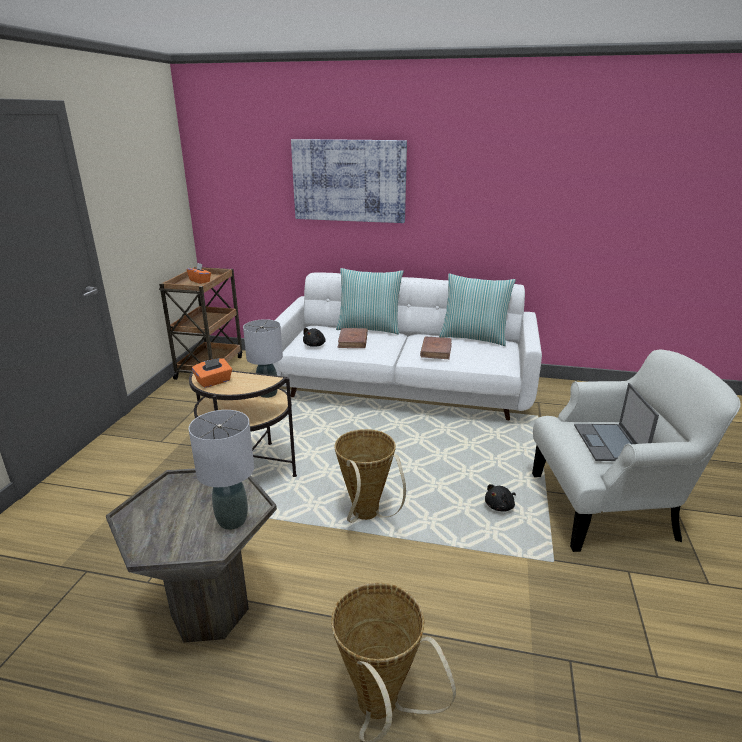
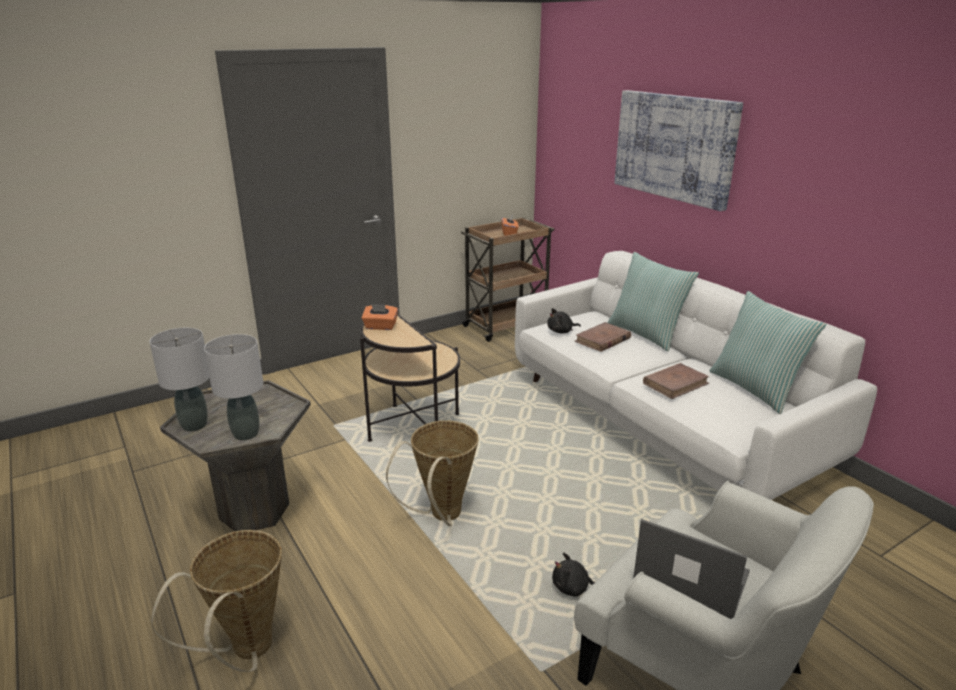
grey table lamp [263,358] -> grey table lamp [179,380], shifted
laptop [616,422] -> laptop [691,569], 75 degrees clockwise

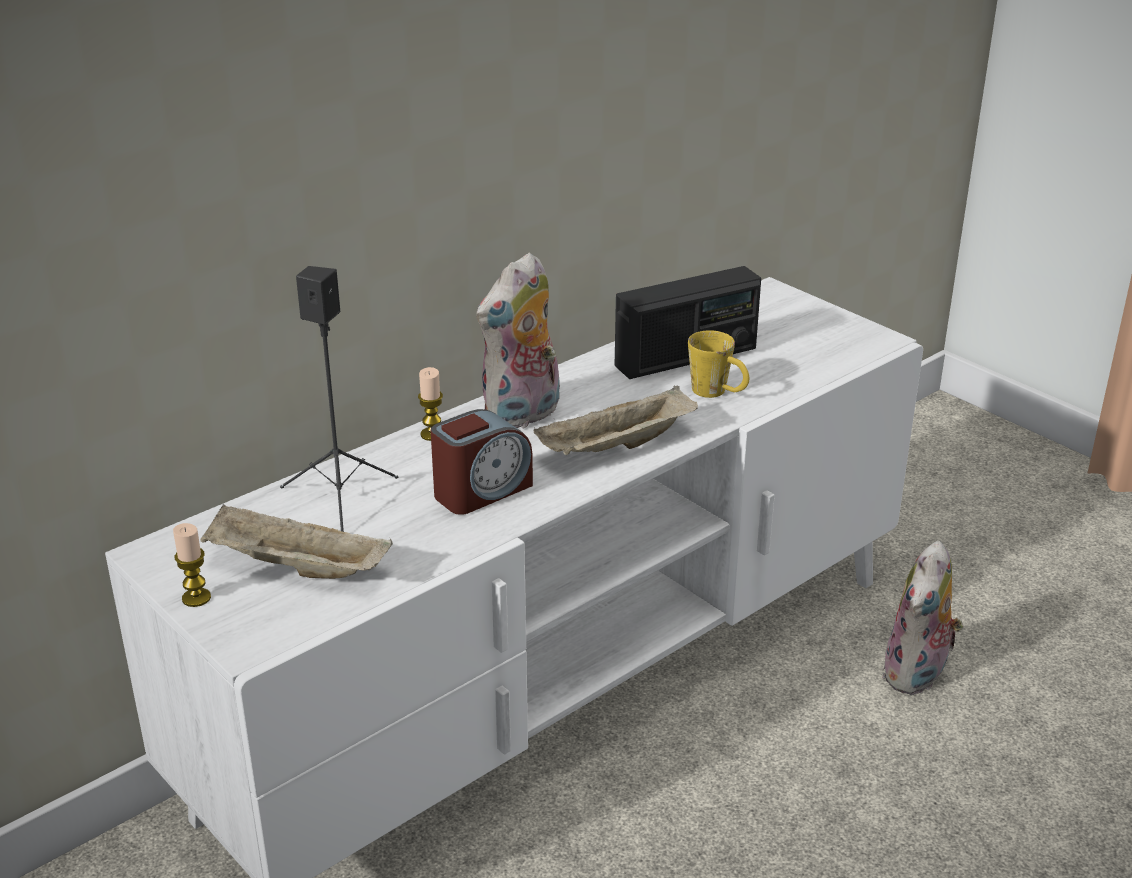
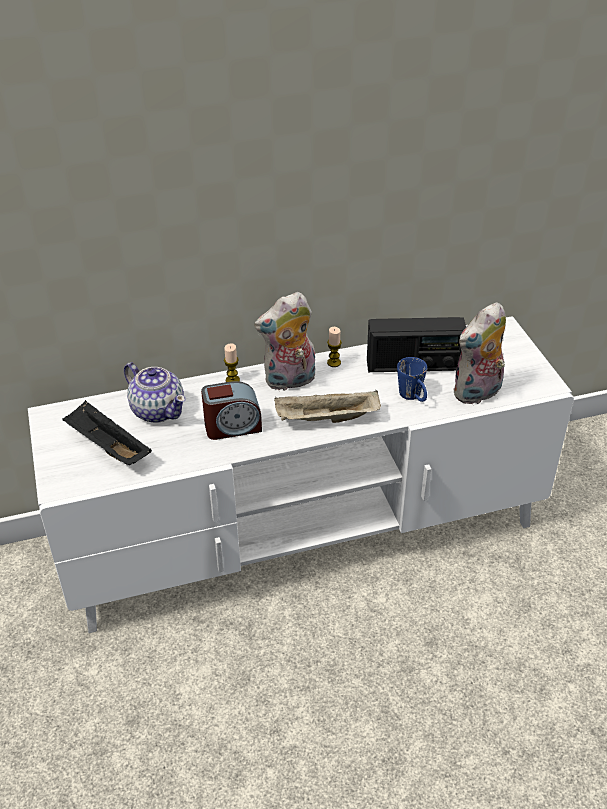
black speaker [339,399] -> teapot [155,392]
yellow mug [718,364] -> blue mug [412,379]
beige tray [296,541] -> black tray [107,432]
candle [192,565] -> candle [334,347], shifted
plush toy [923,618] -> plush toy [479,353], shifted

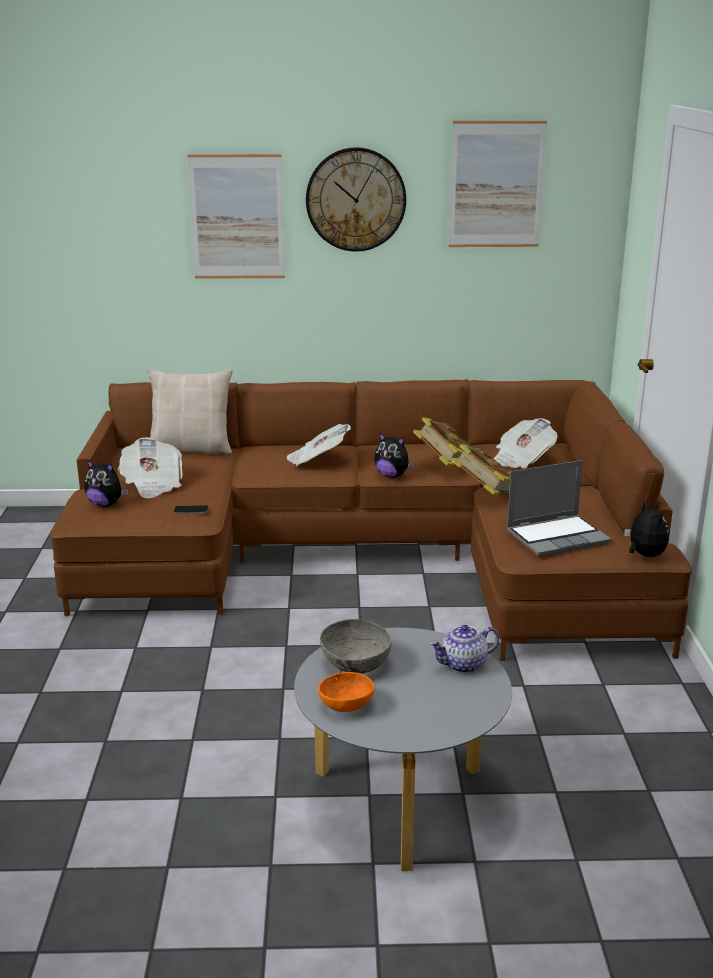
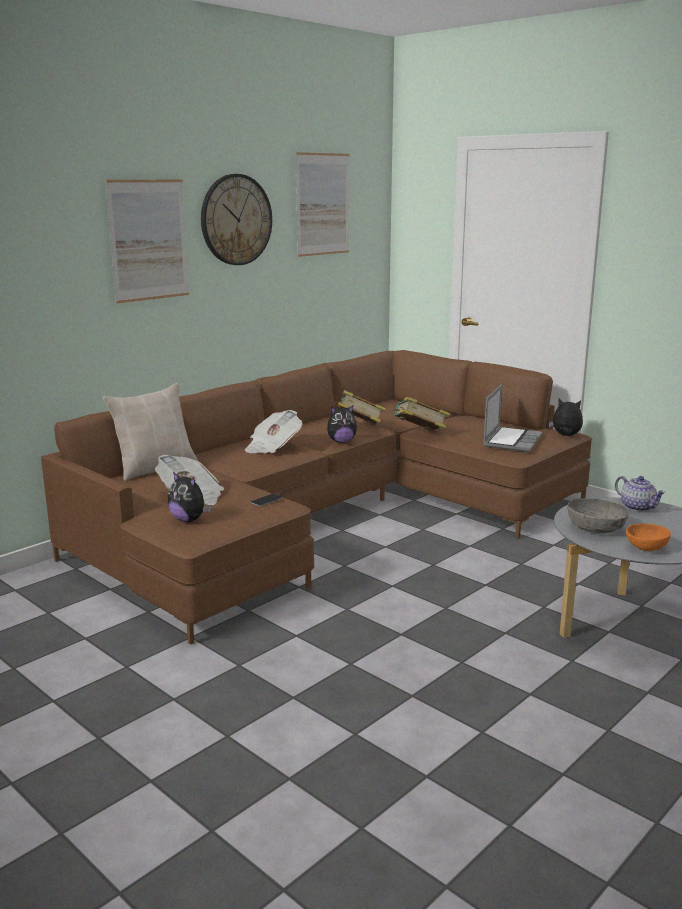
newspaper [526,443] -> none
plush toy [106,483] -> plush toy [189,497], 60 degrees clockwise
teapot [464,649] -> teapot [640,494], 60 degrees counterclockwise

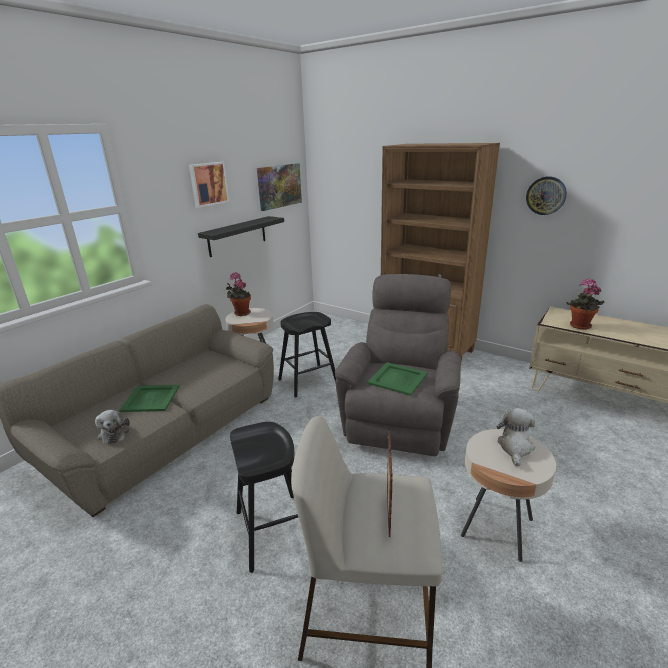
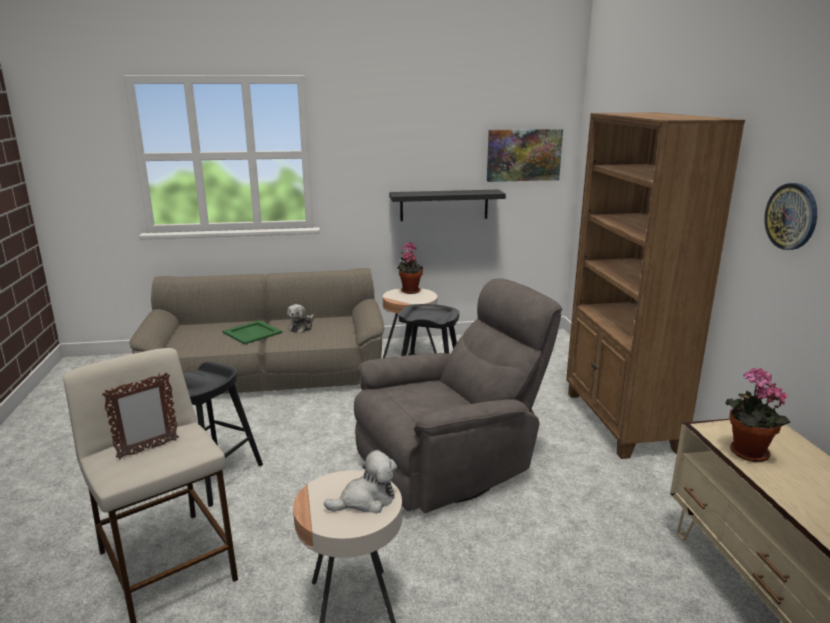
picture [209,185] -> none
green tray [398,379] -> none
plush toy [112,427] -> plush toy [300,318], shifted

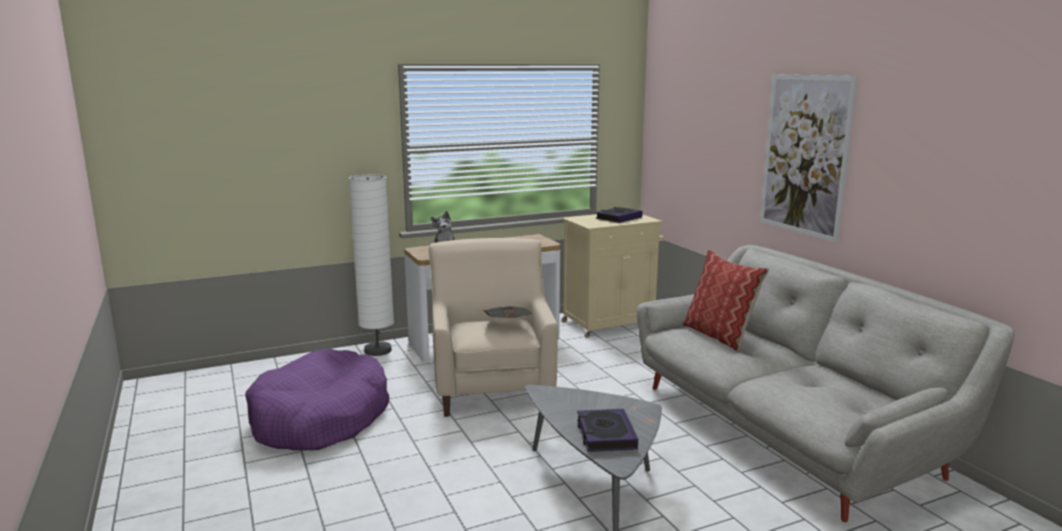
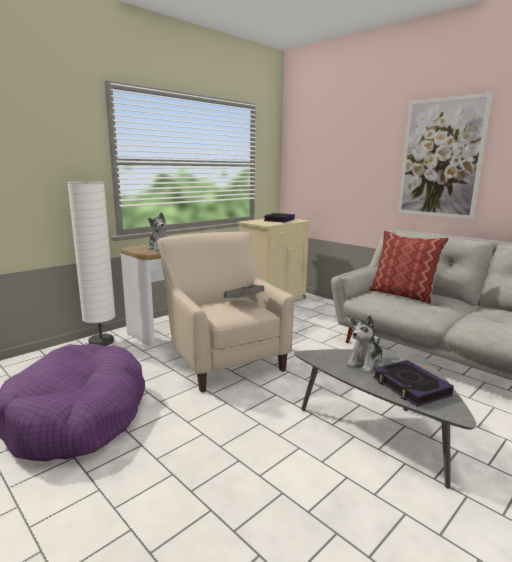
none -> plush toy [364,344]

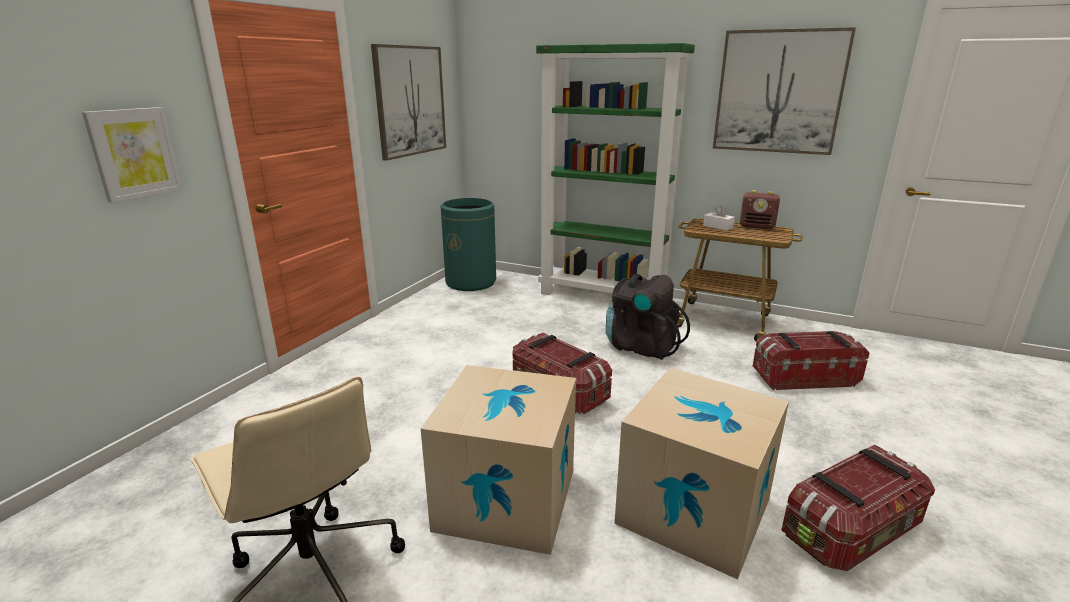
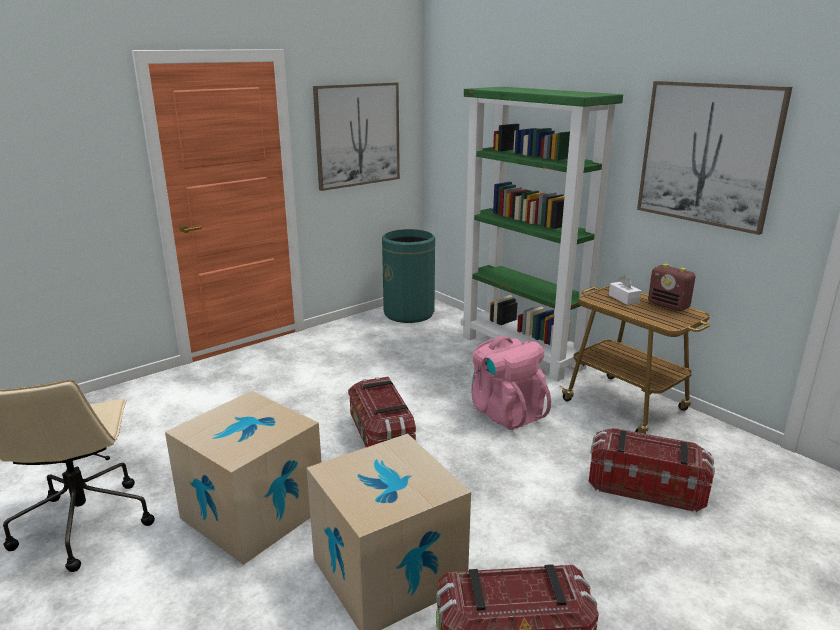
picture [132,155] -> none
black backpack [648,317] -> pink backpack [511,383]

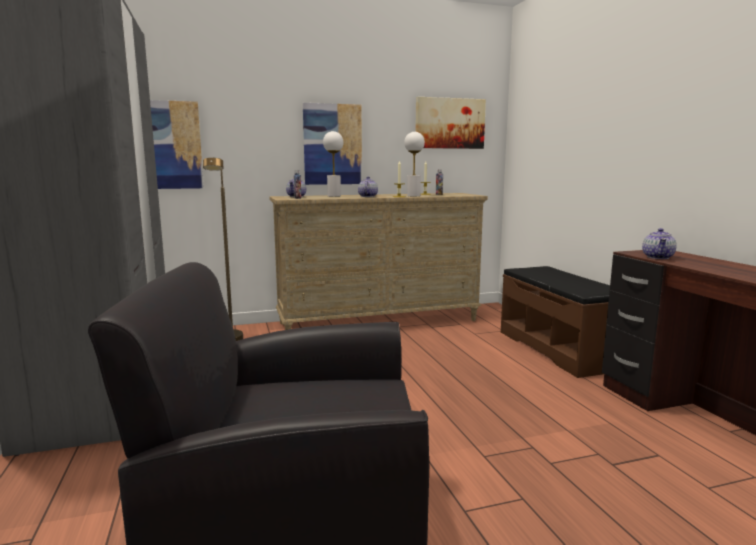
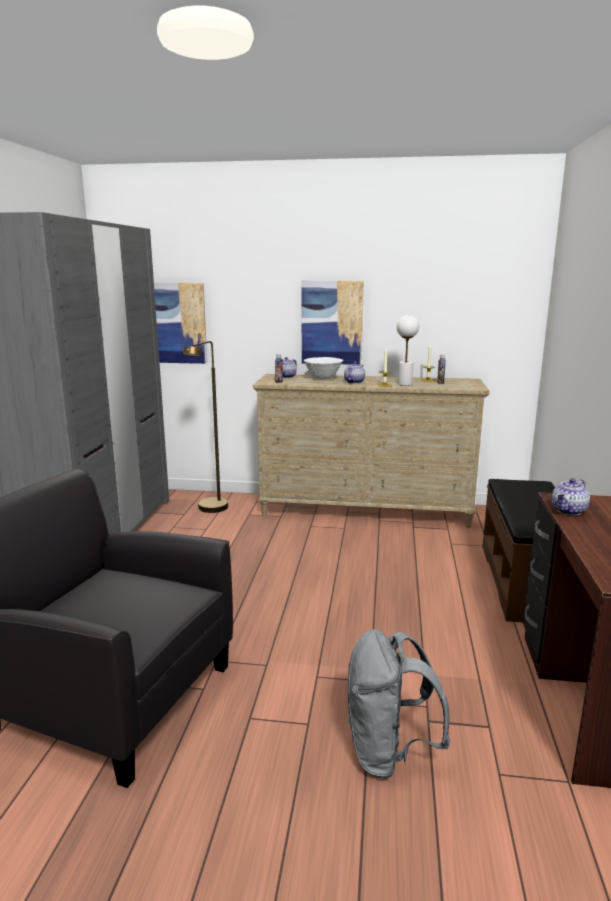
picture [450,123] -> none
white table lamp [333,164] -> white bowl [323,368]
none -> grey backpack [398,704]

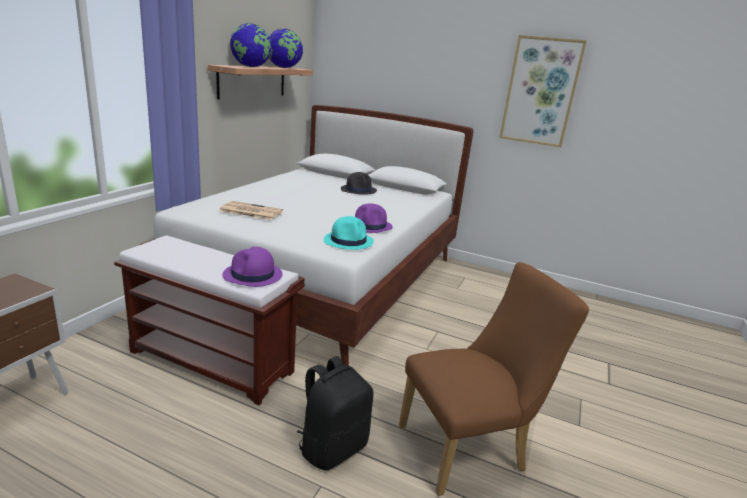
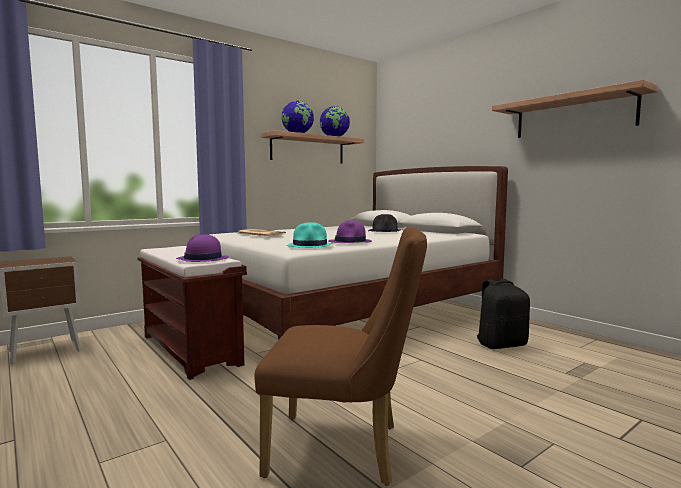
picture [543,91] -> shelf [575,109]
black backpack [335,413] -> black backpack [503,314], shifted

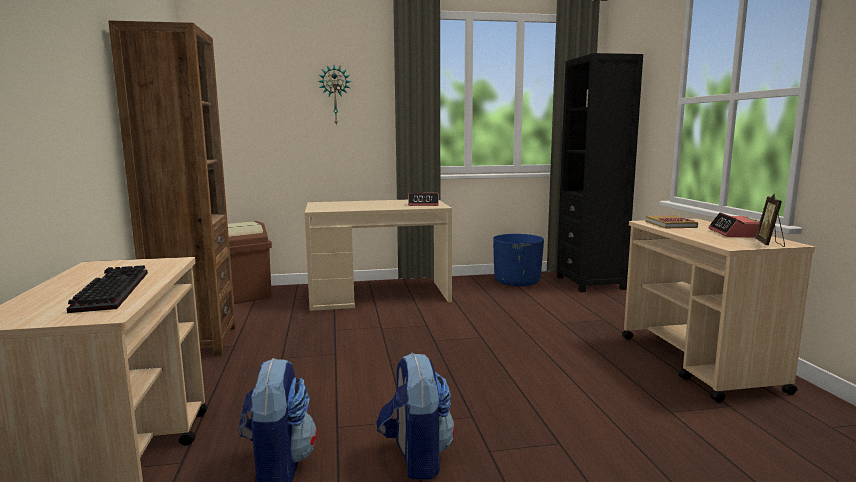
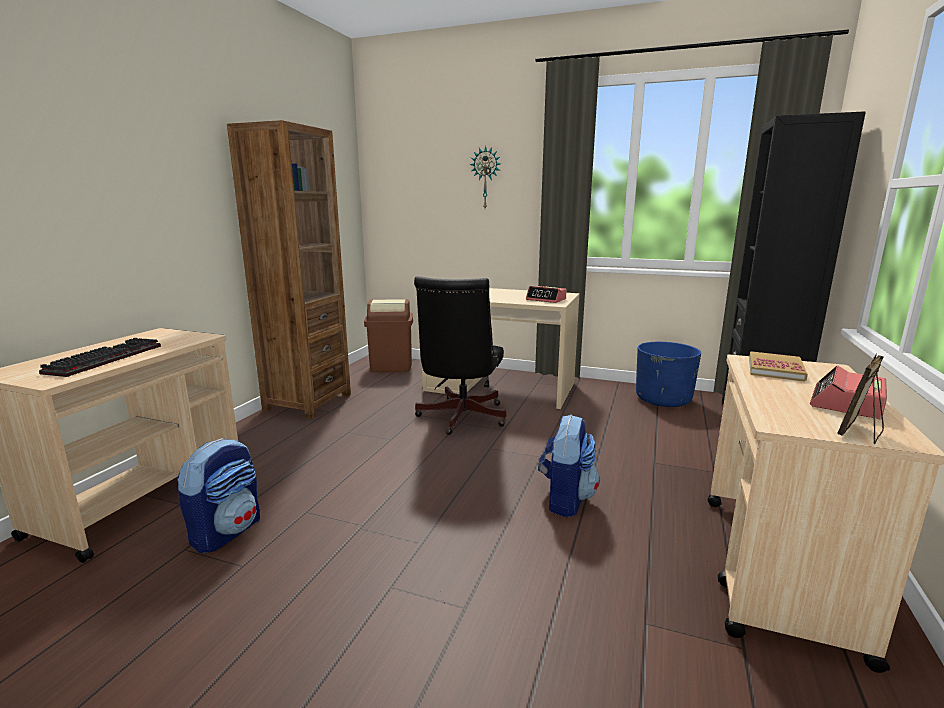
backpack [416,415] -> backpack [569,465], shifted
none -> black office chair [460,355]

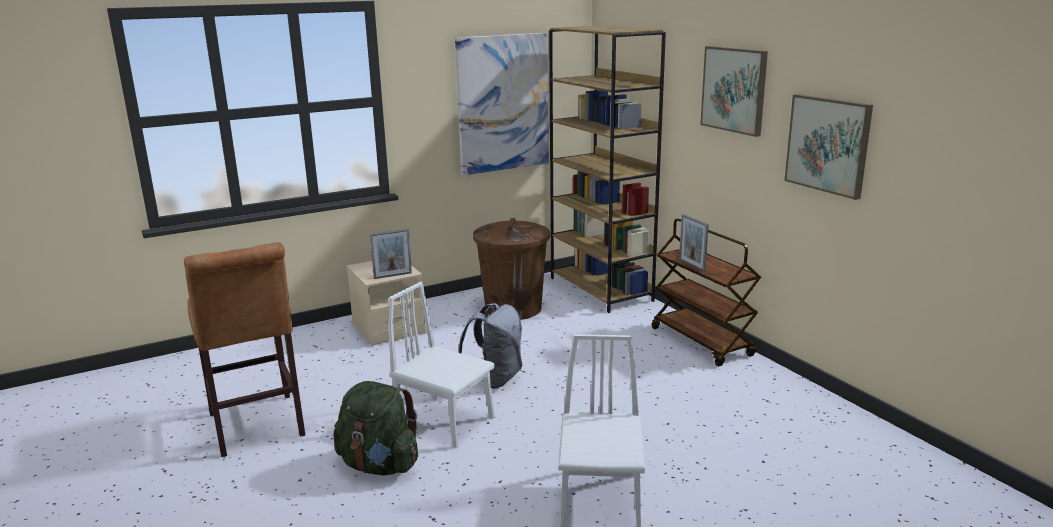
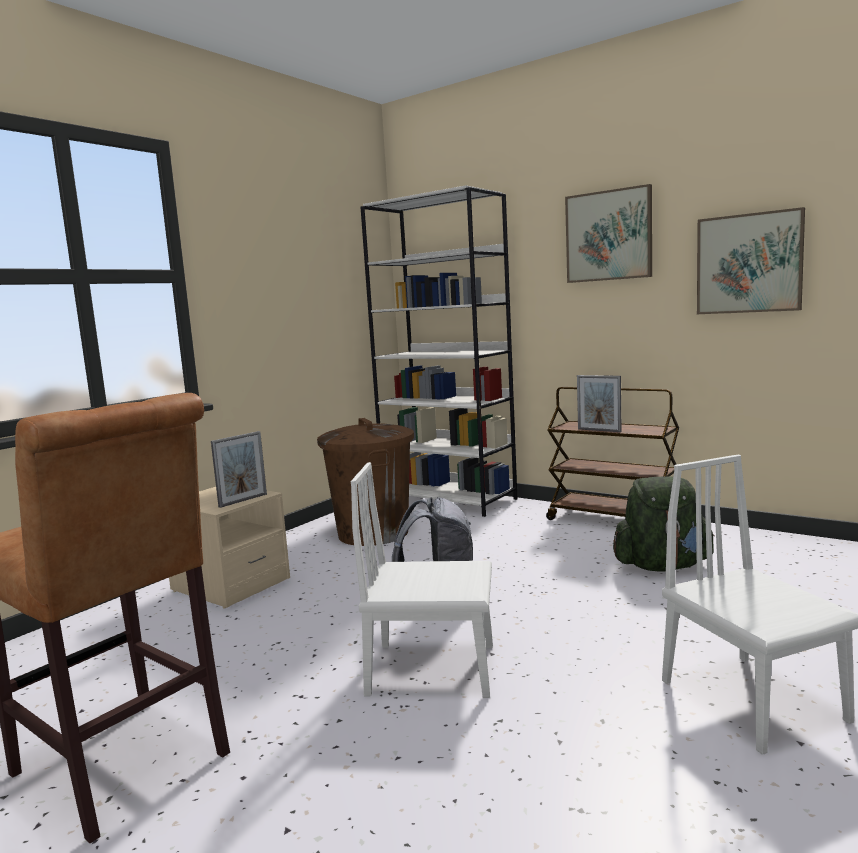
brown bookcase [607,169] -> white bookcase [439,351]
picture [502,104] -> none
green backpack [376,428] -> green backpack [664,524], shifted

